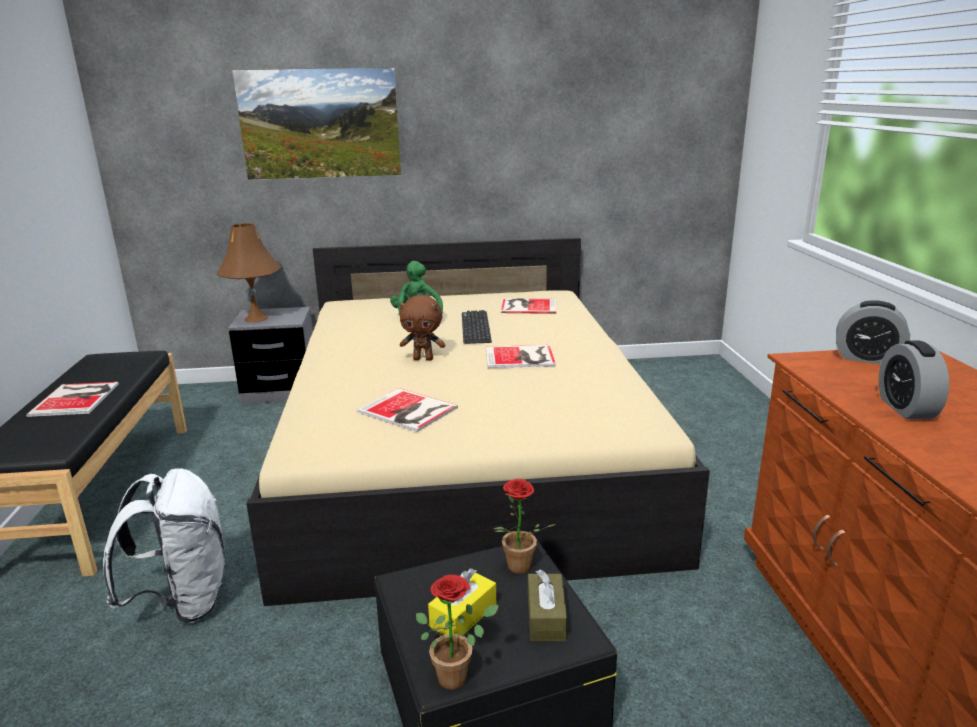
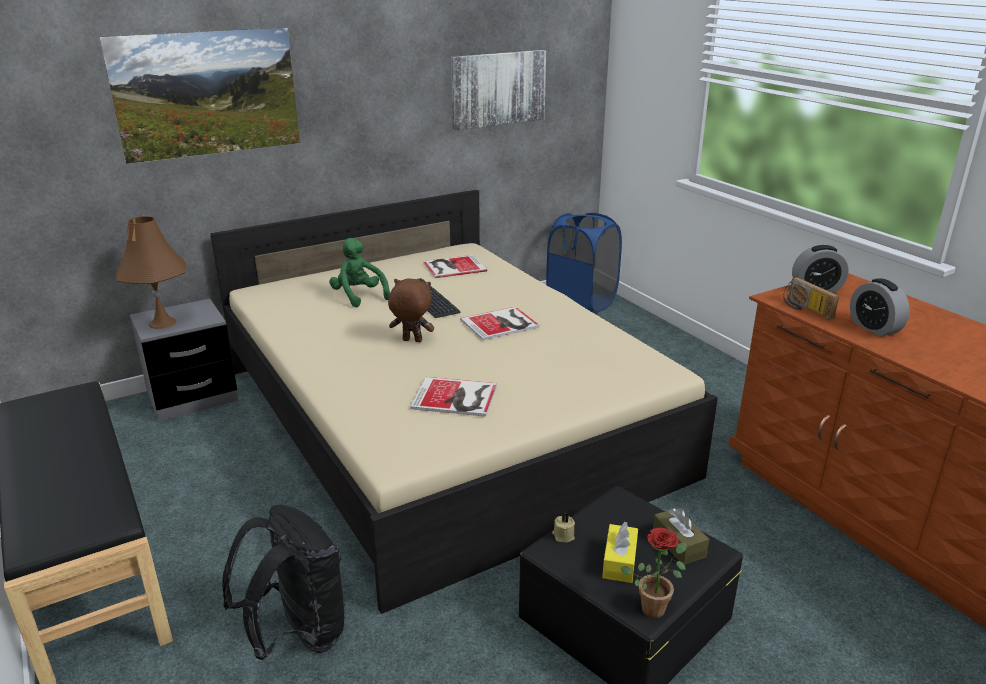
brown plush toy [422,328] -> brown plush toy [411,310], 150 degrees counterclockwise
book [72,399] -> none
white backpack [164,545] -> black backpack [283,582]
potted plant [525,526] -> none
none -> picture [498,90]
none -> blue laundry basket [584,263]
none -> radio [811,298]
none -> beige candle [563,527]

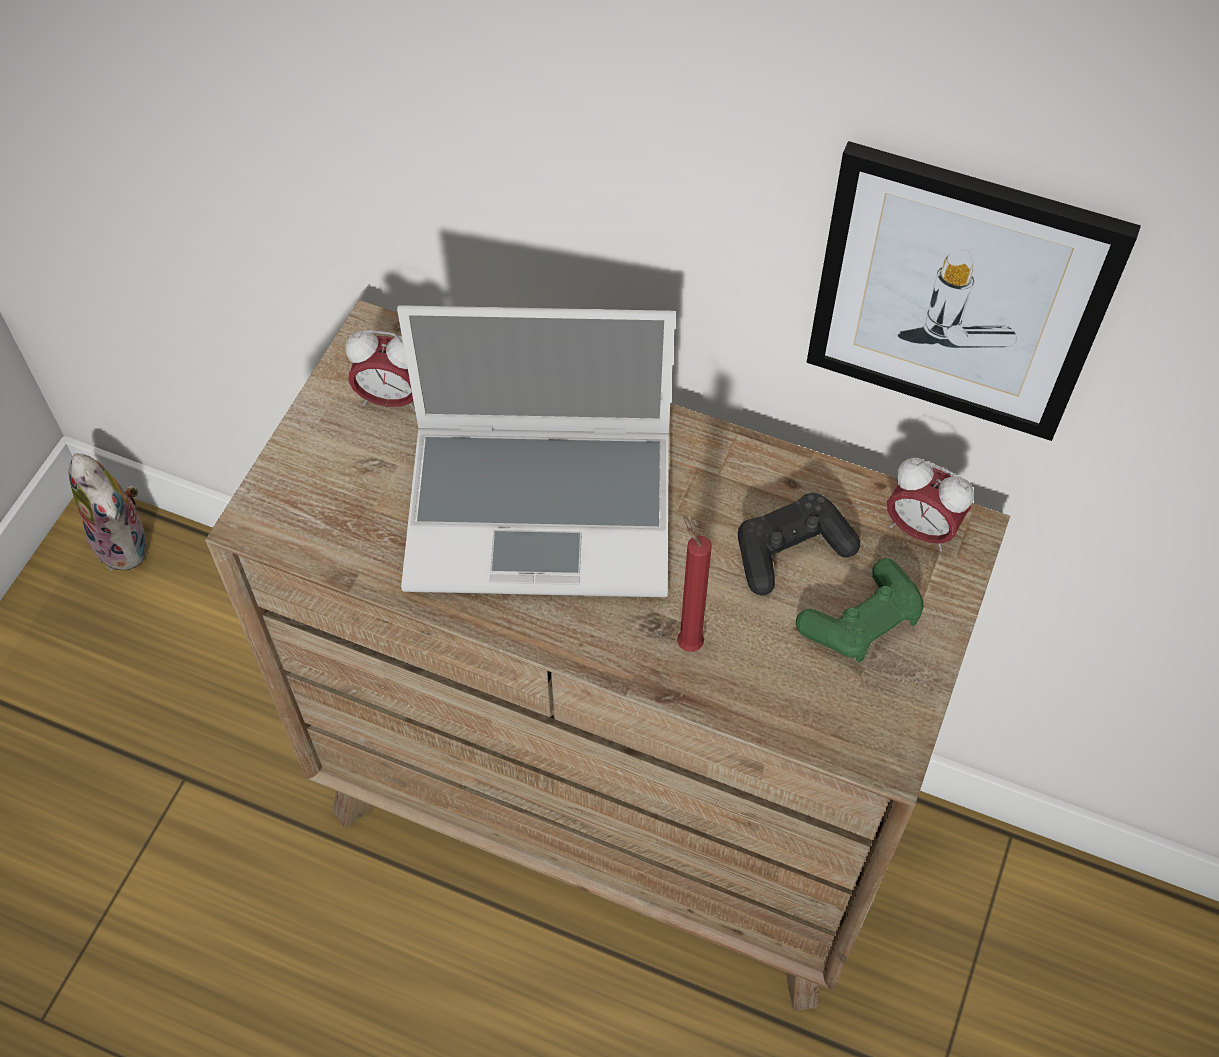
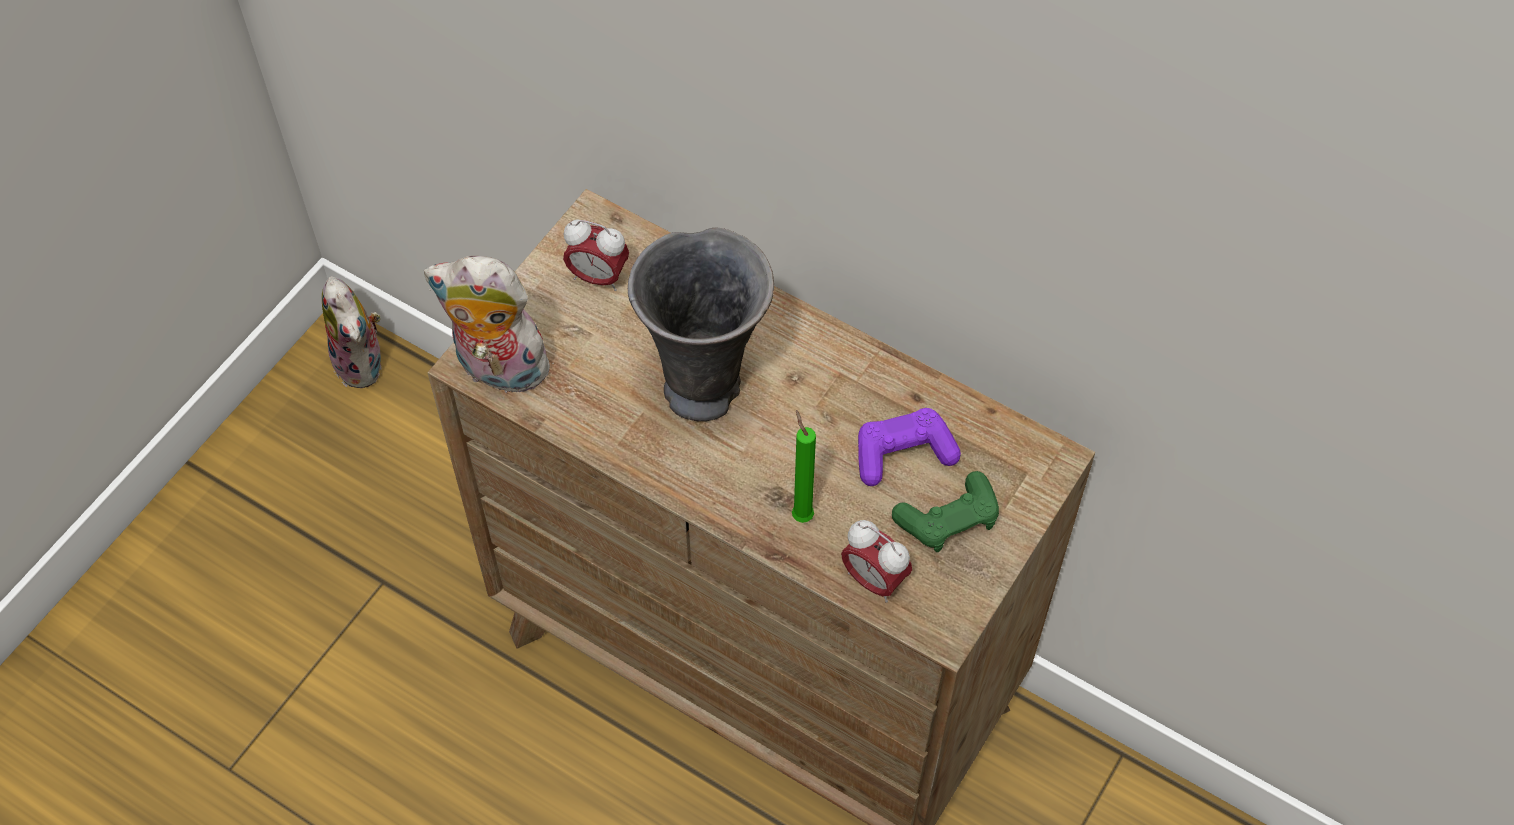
picture [974,291] -> none
laptop [536,451] -> grey vase [701,324]
alarm clock [930,504] -> alarm clock [876,561], shifted
black game controller [799,544] -> purple game controller [909,447]
red candle [694,584] -> green candle [804,466]
none -> plush toy [490,324]

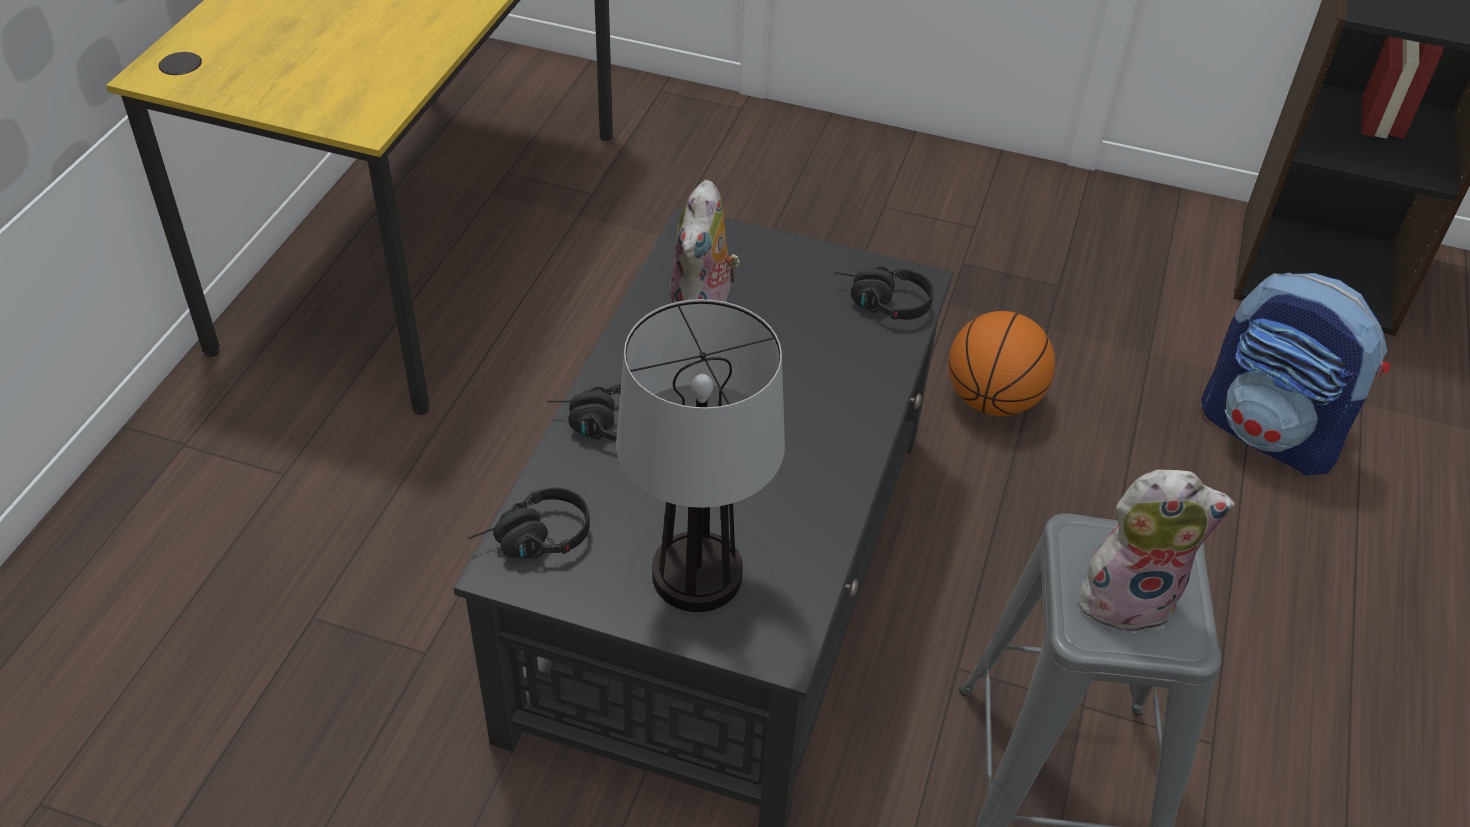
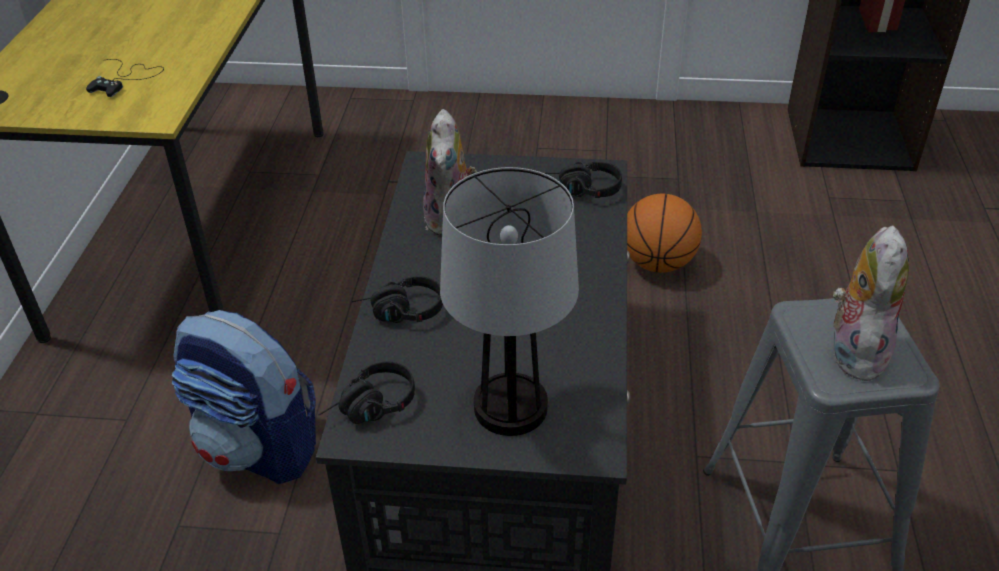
backpack [1295,374] -> backpack [244,397], shifted
plush toy [1156,551] -> plush toy [871,303], 60 degrees counterclockwise
none -> black game controller [125,78]

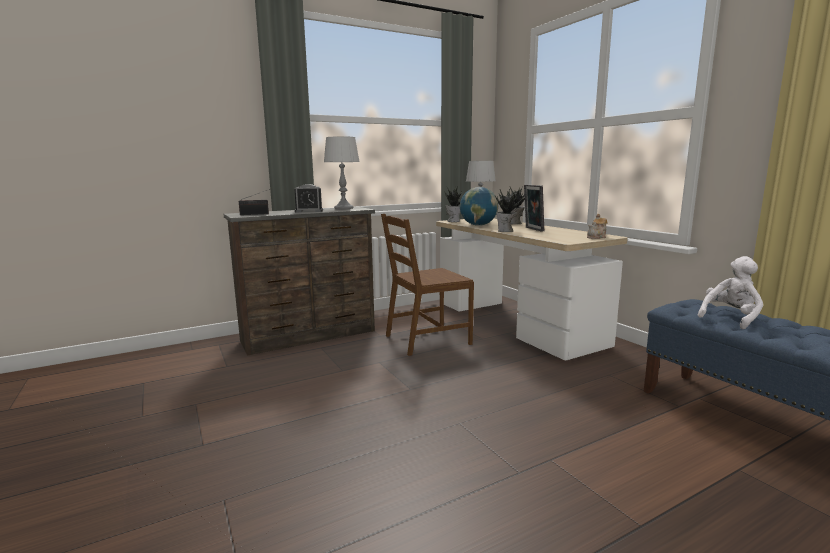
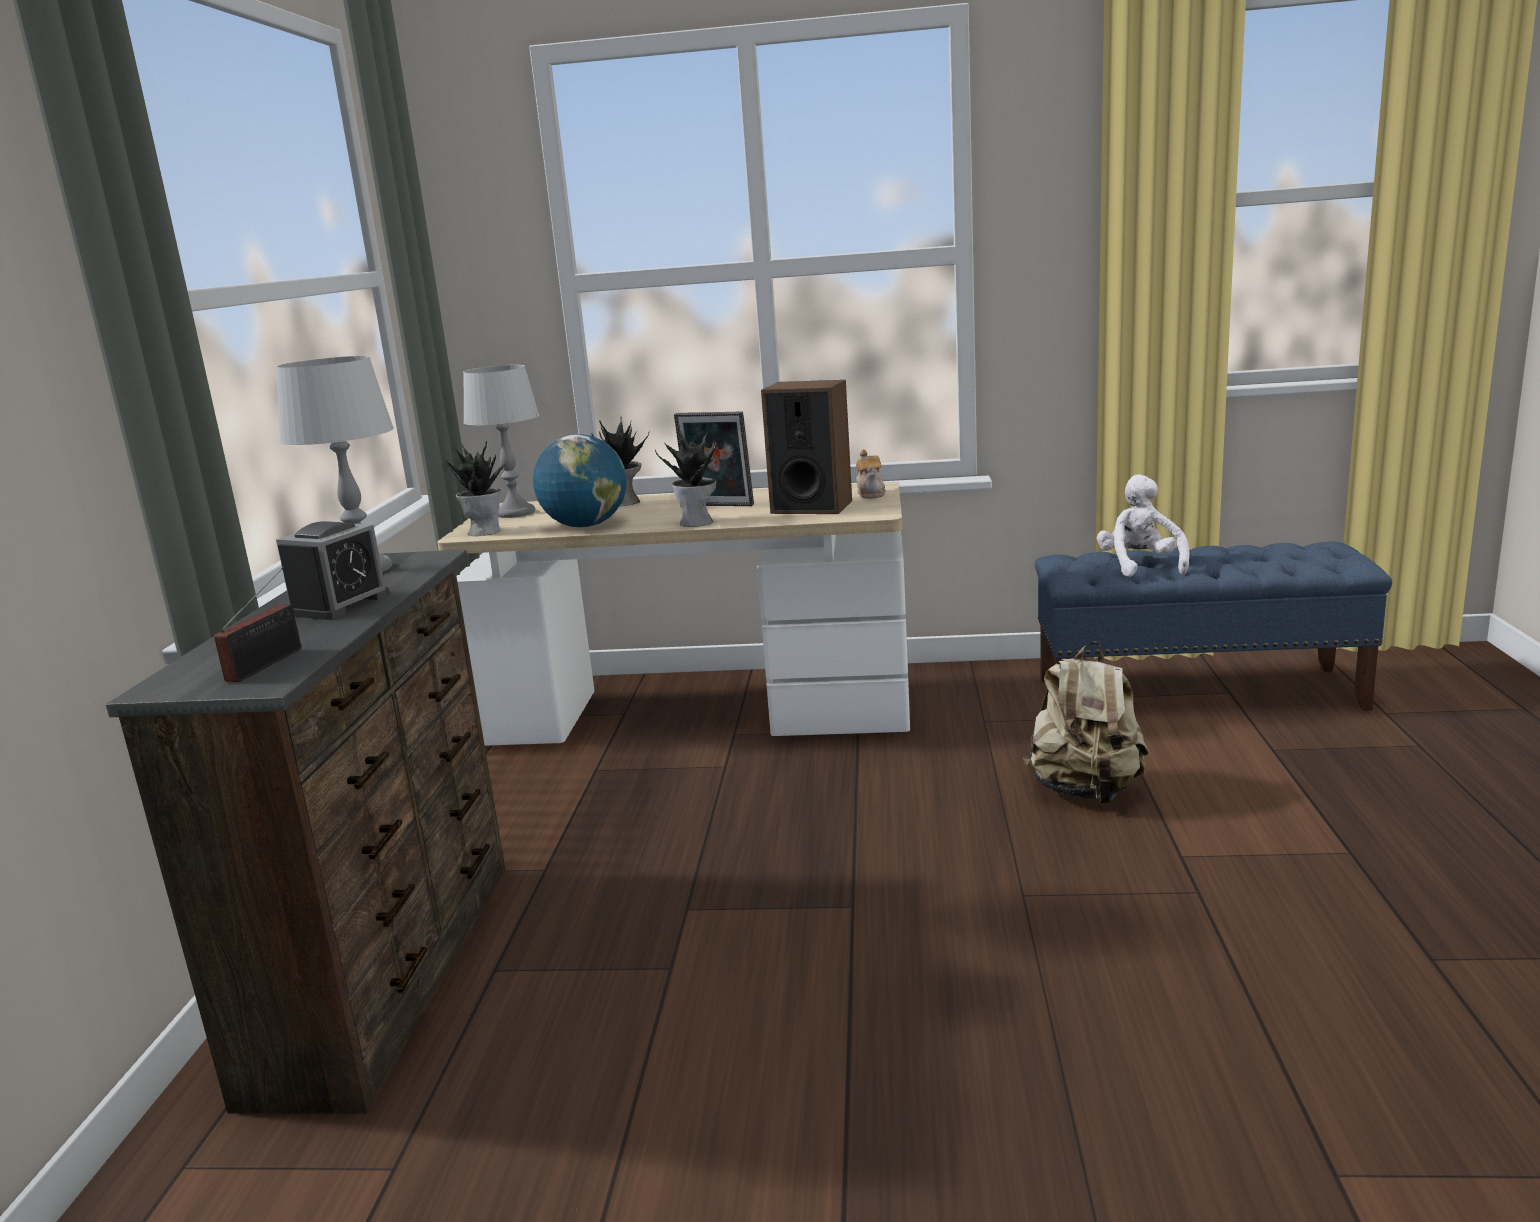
brown chair [427,285] -> none
none -> speaker [806,447]
none -> beige backpack [1085,722]

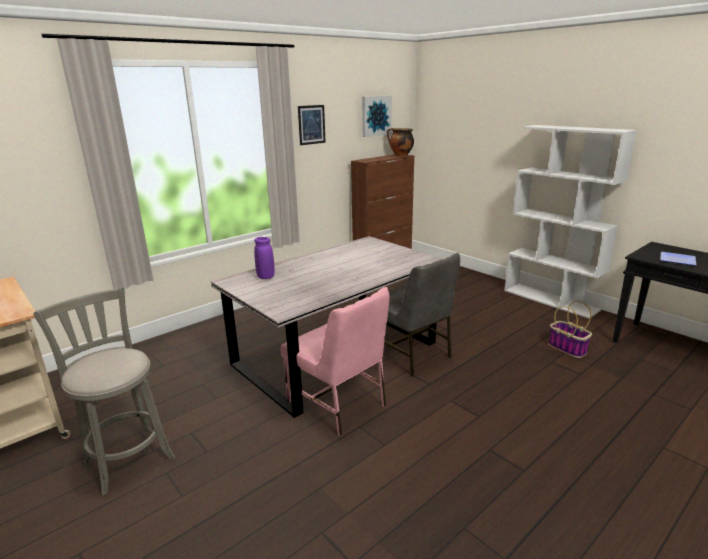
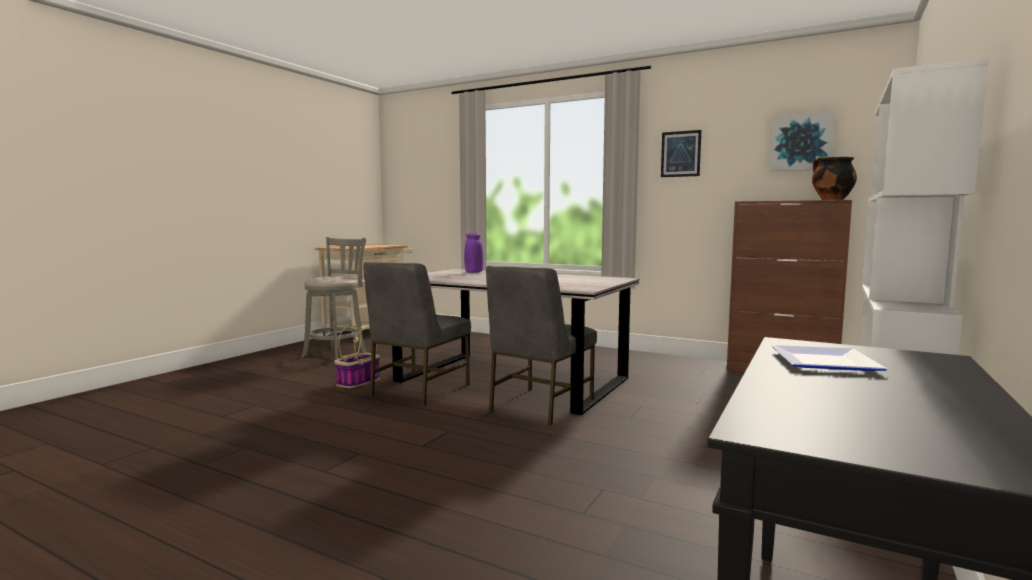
pink chair [335,362] -> grey chair [417,334]
basket [570,329] -> basket [357,356], shifted

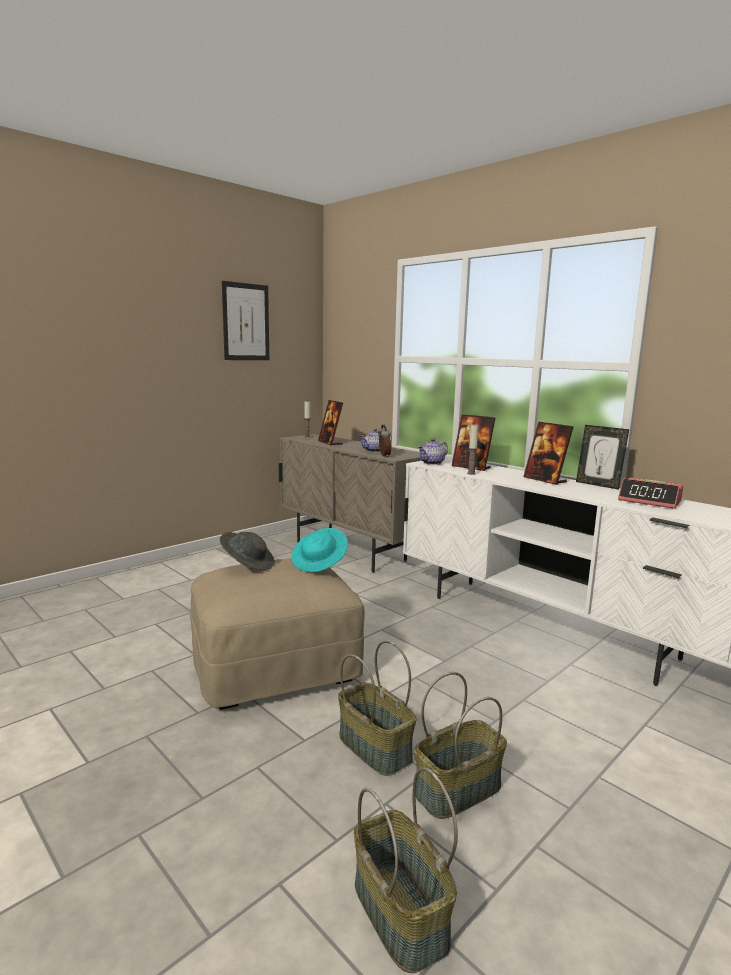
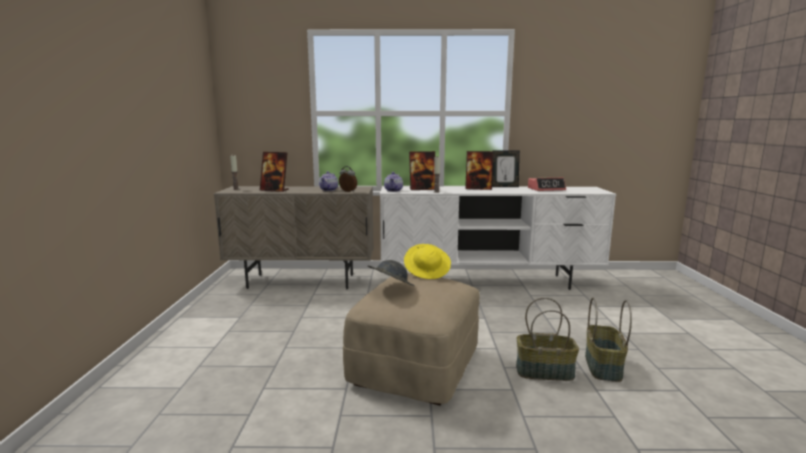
picture [245,320] -> none
turquoise hat [320,550] -> yellow hat [427,261]
basket [406,870] -> none

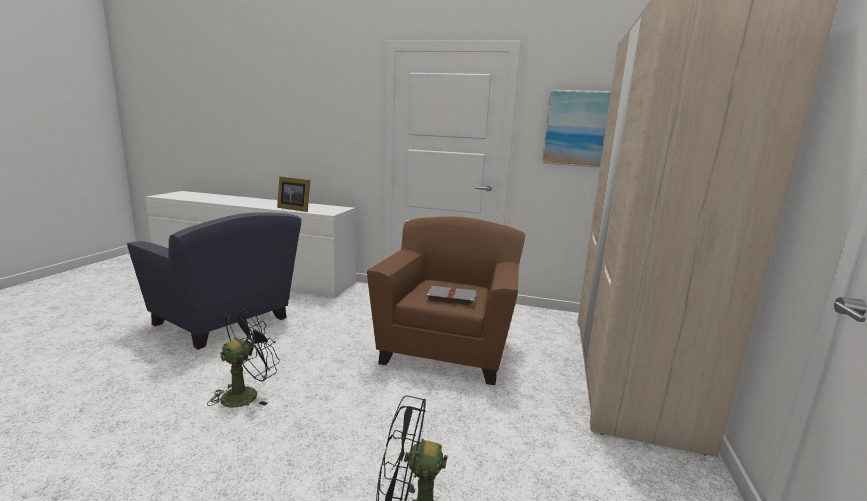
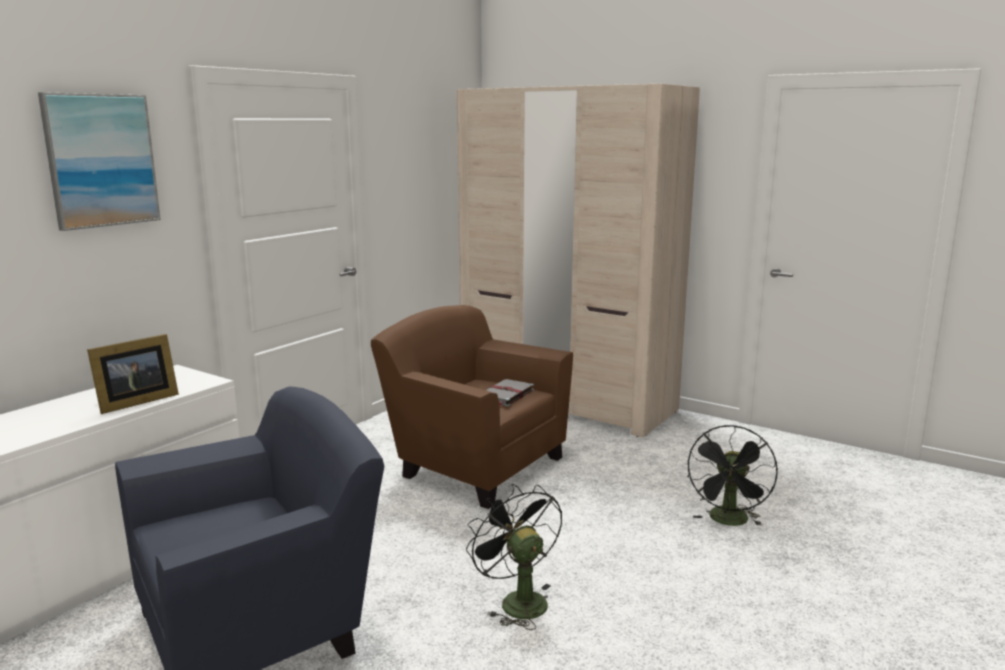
picture [576,128] -> picture [99,161], shifted

